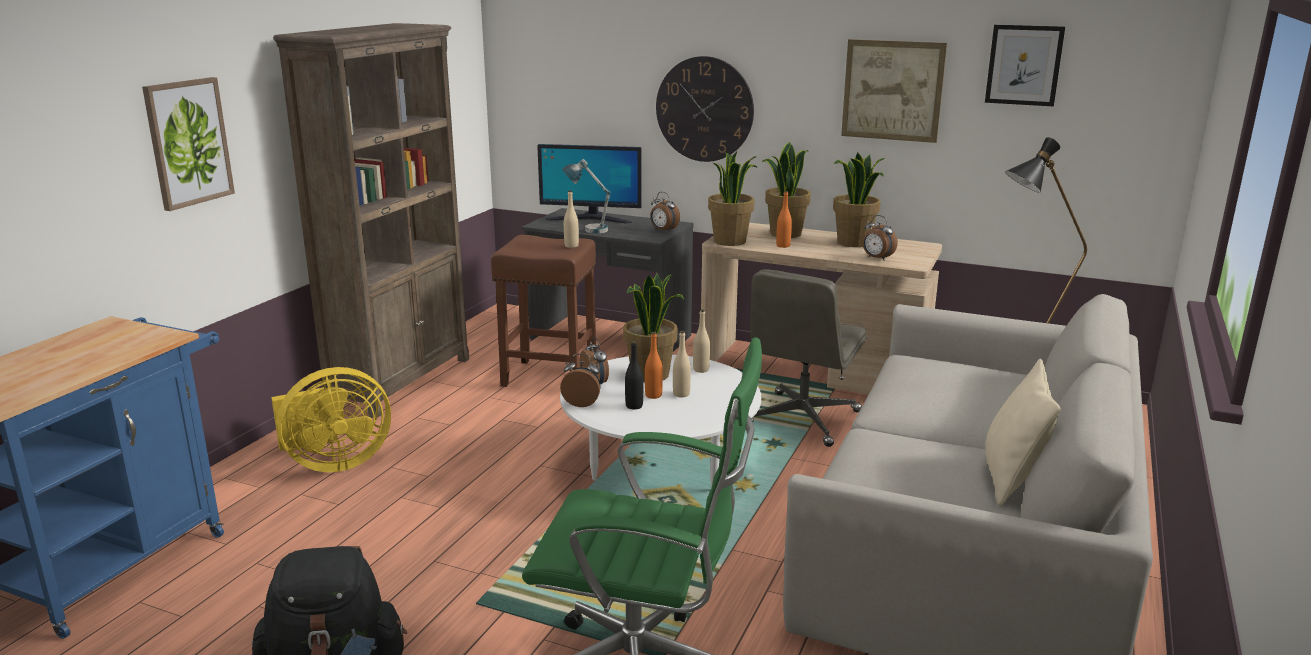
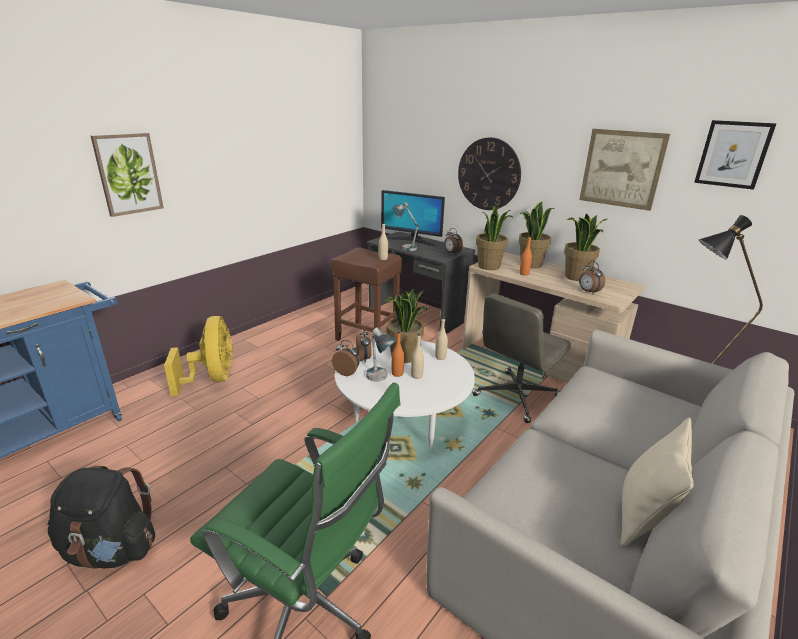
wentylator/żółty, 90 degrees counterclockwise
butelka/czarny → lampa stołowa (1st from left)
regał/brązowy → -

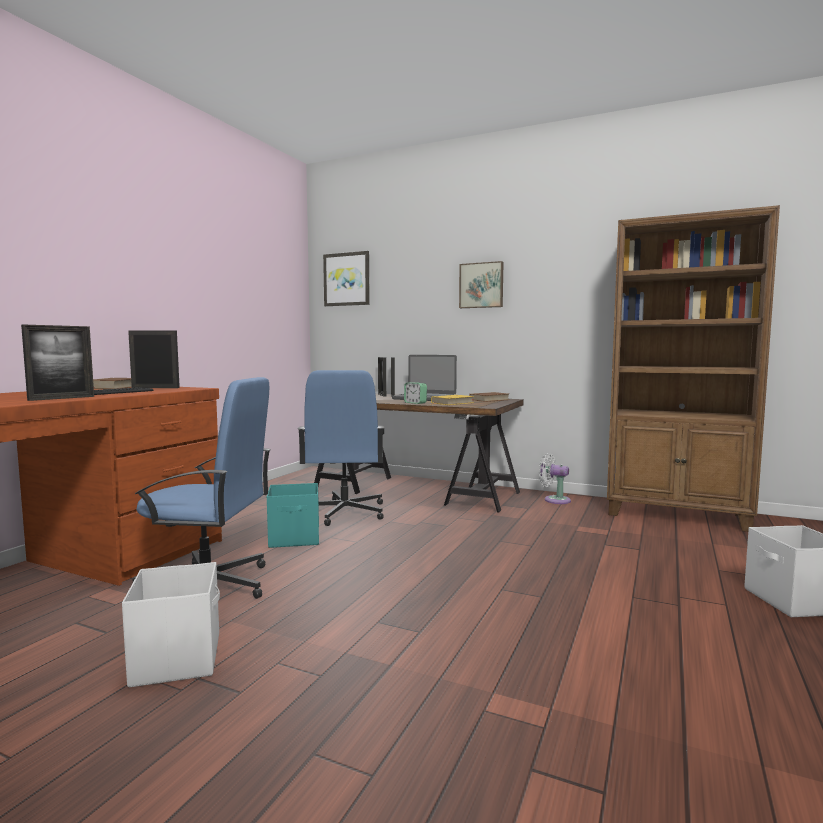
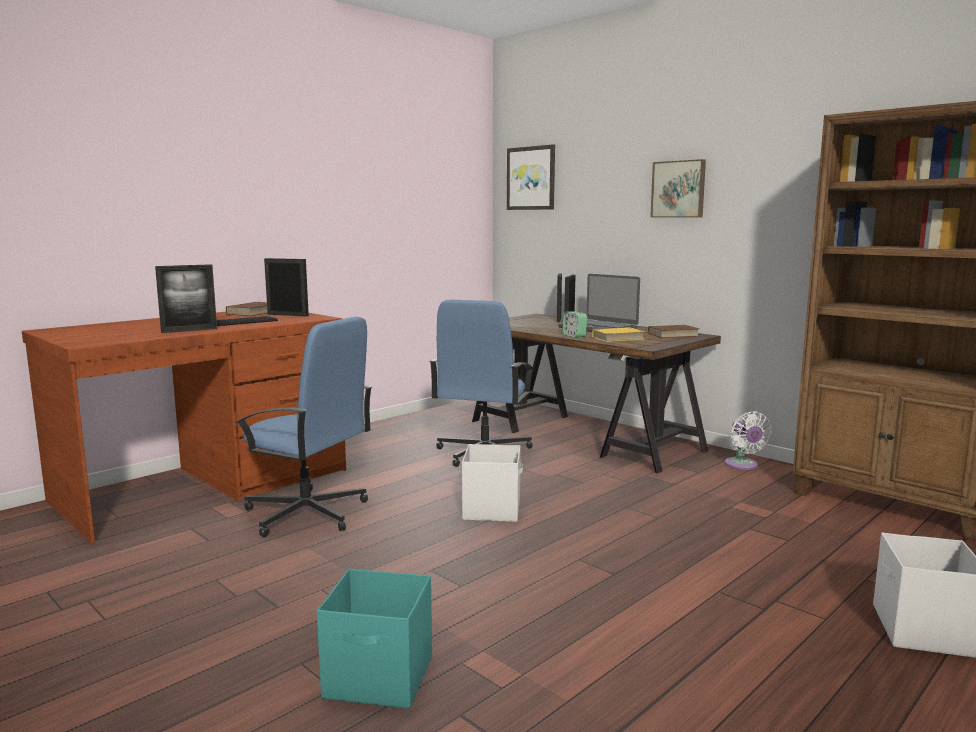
pojemnik do przechowywania/turkusowy, moved
pojemnik do przechowywania/biały (1st from left), moved
wentylator/biały, 150 degrees counterclockwise

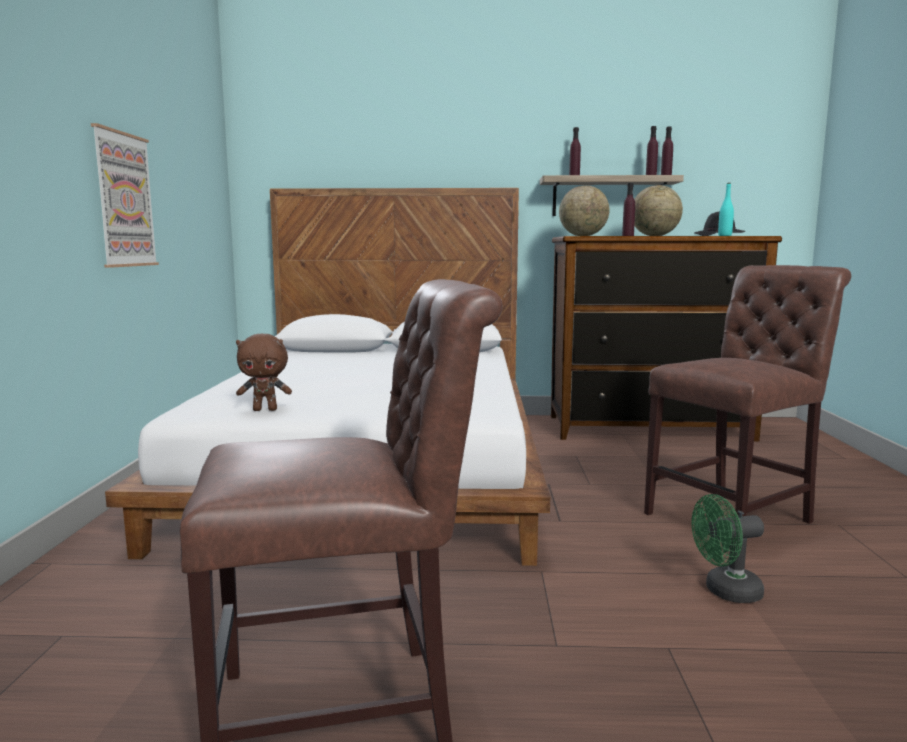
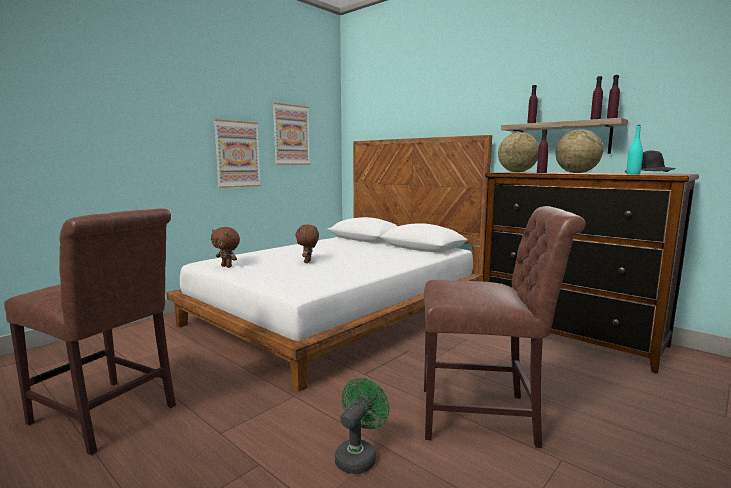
- → obraz (2nd from left)
- → pluszak/brązowy (2nd from left)
wentylator/zielony, 90 degrees clockwise

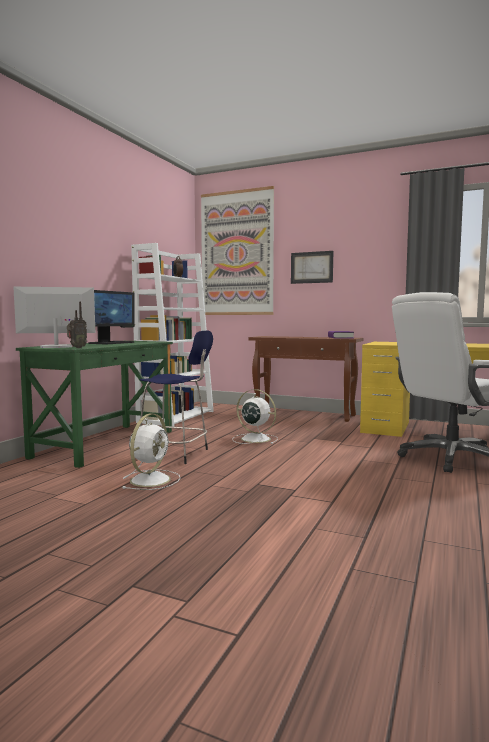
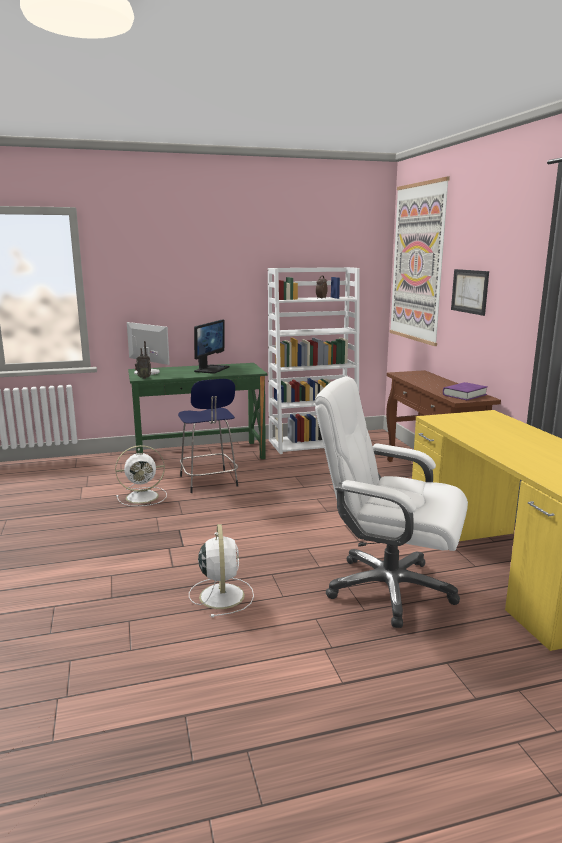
wentylator/biały (2nd from left), moved
monitor (2nd from left), 60 degrees counterclockwise

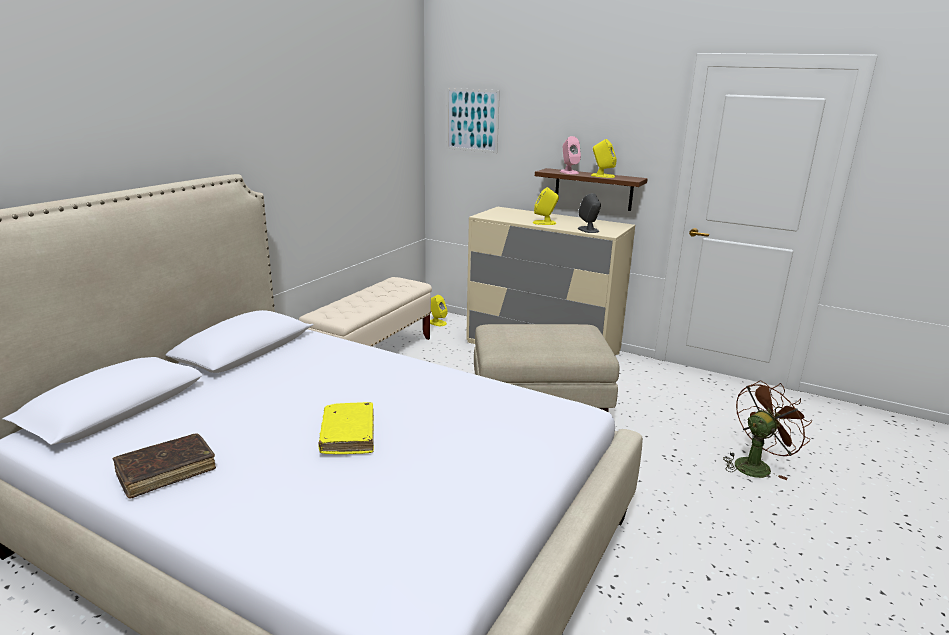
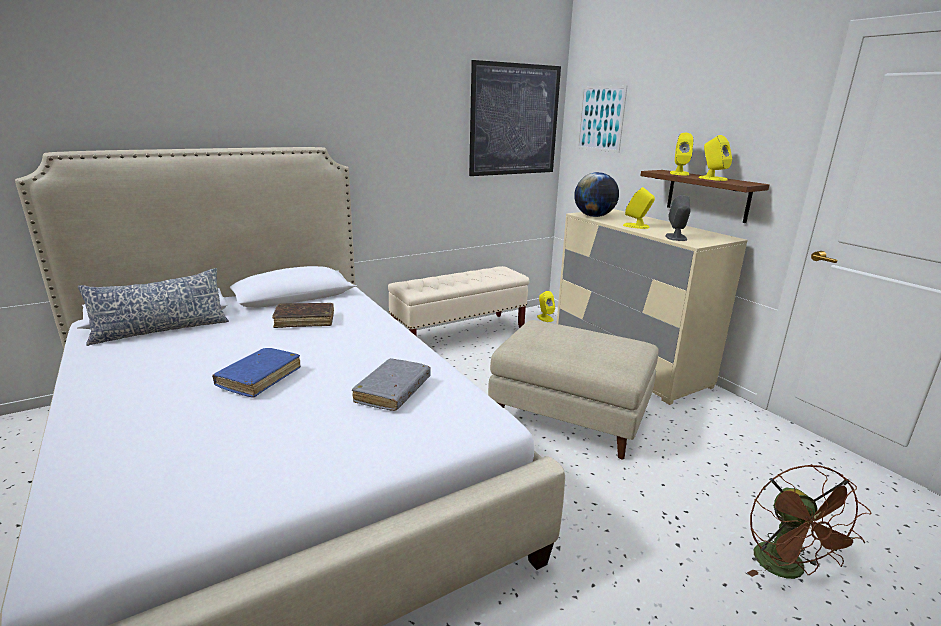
- → poduszka
książka/żółty → książka/niebieski
książka/brązowy, moved
- → książka/szary
- → obraz (1st from left)
- → globus
głośnik/różowy → głośnik/żółty (3rd from left)
wentylator/brązowy, 90 degrees clockwise

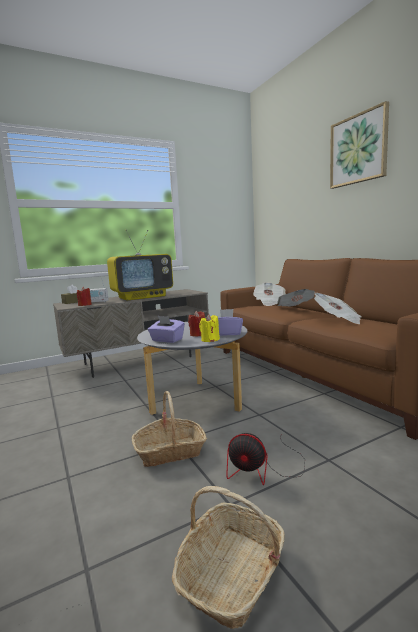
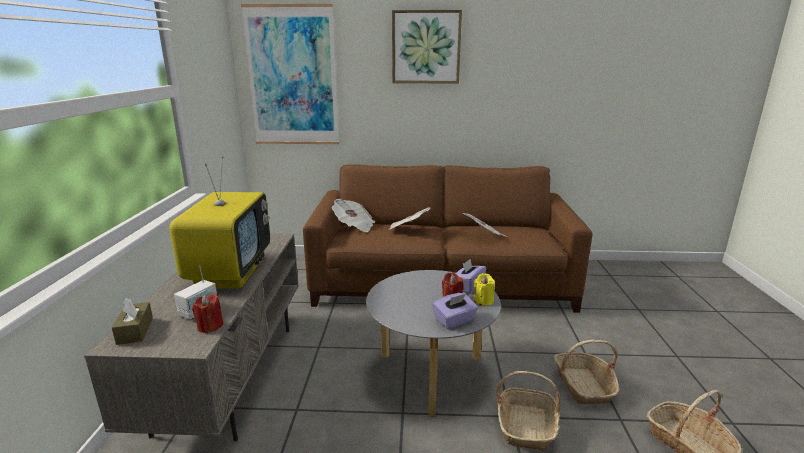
- → obraz (1st from left)
wentylator → koszyk (2nd from left)

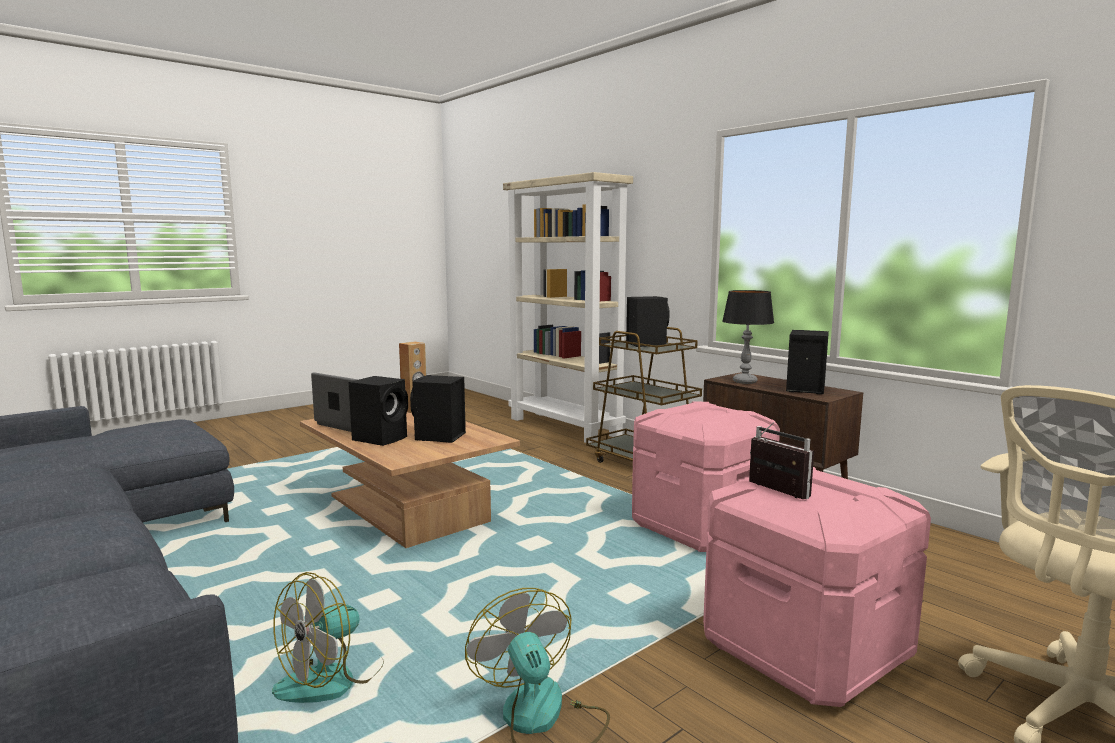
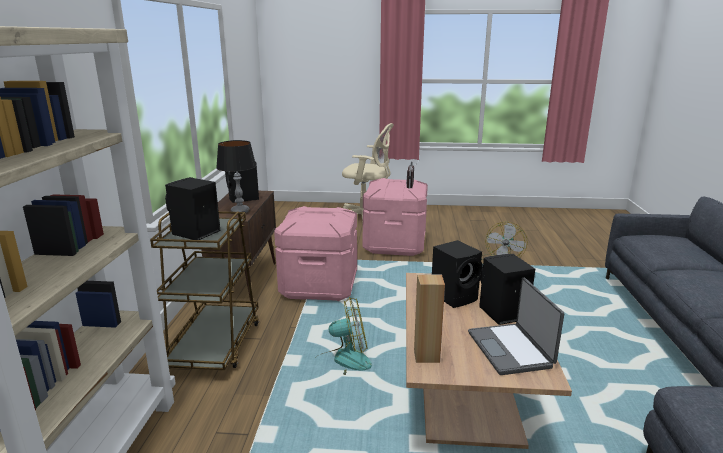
wentylator (1st from left), moved

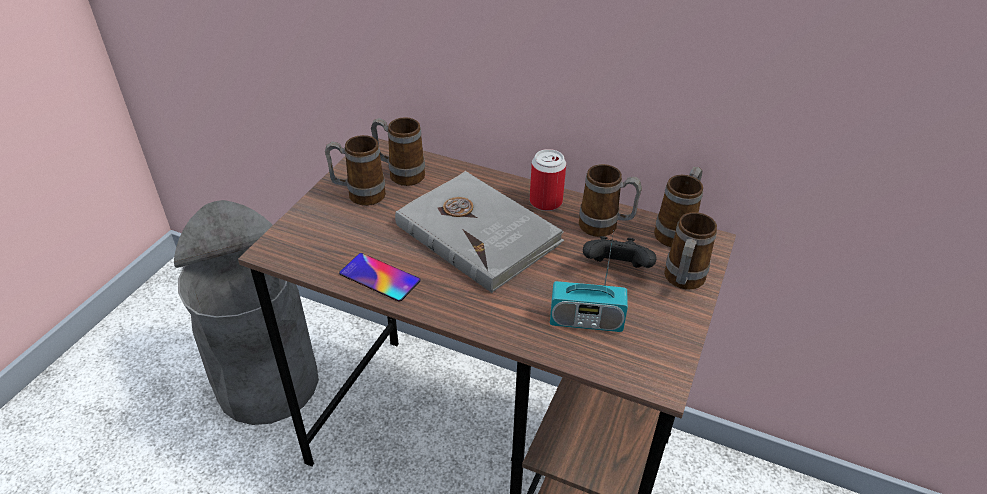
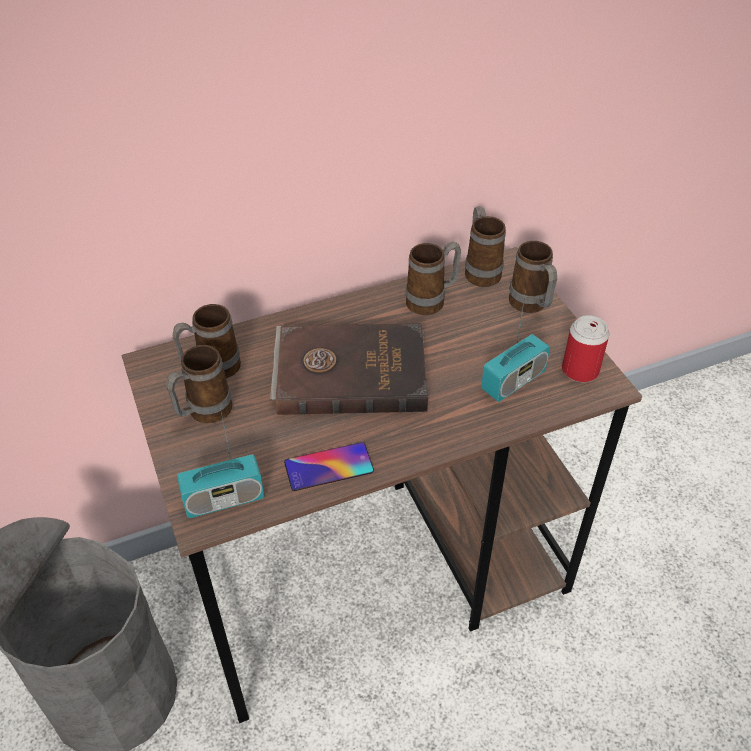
- → radio (1st from left)
książka/szary → książka/brązowy
puszka, moved
pad do gier/czarny → -

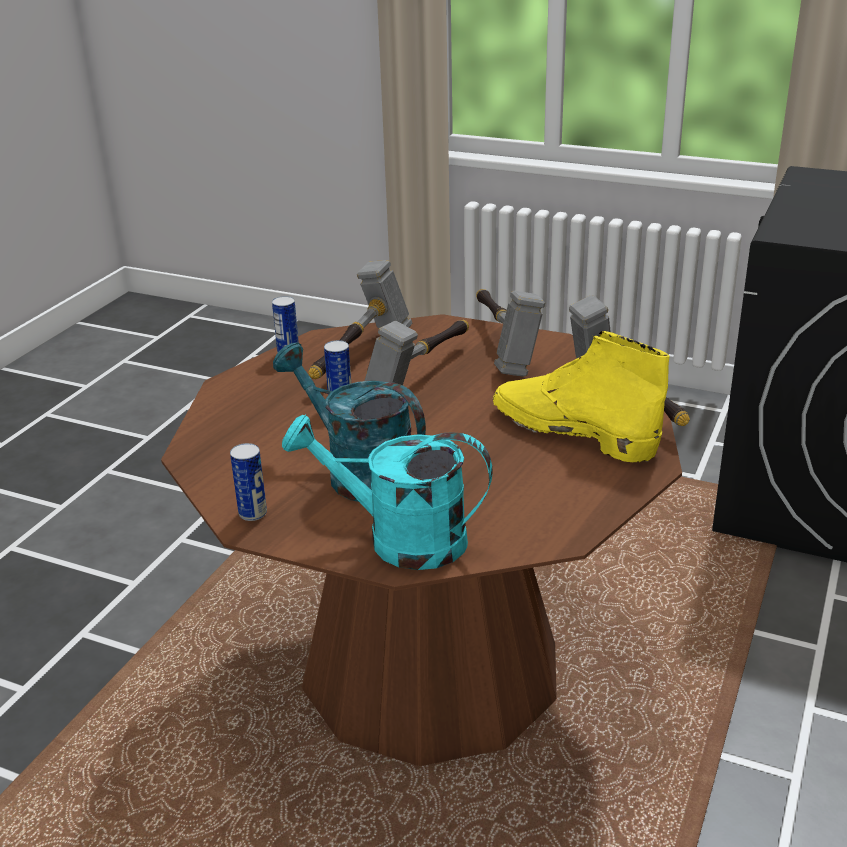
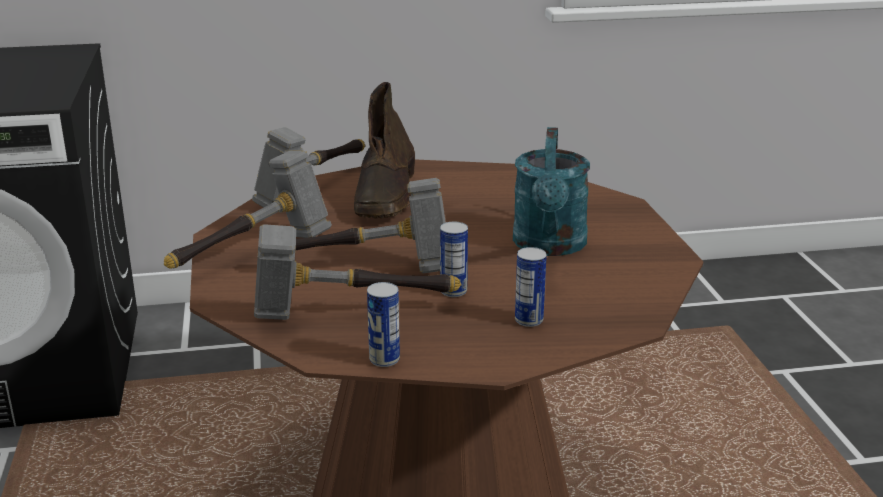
but z cholewką/żółty → but z cholewką/brązowy
puszka (1st from left in the first image) → puszka (3rd from left), moved
konewka/turkusowy (2nd from left) → -

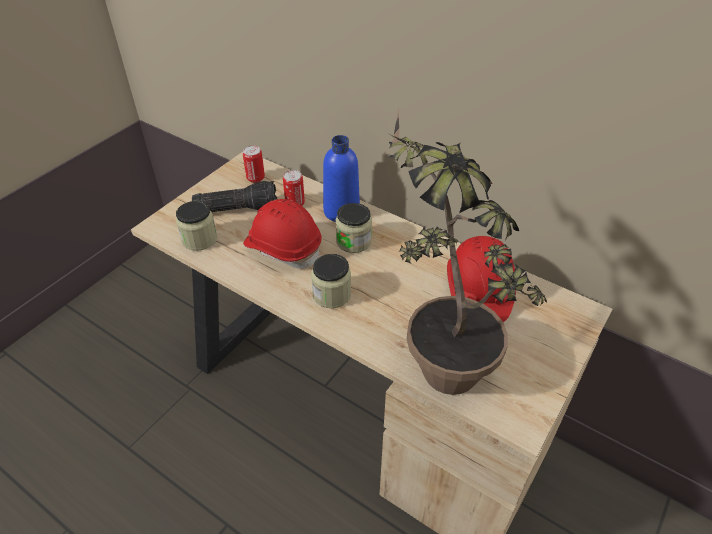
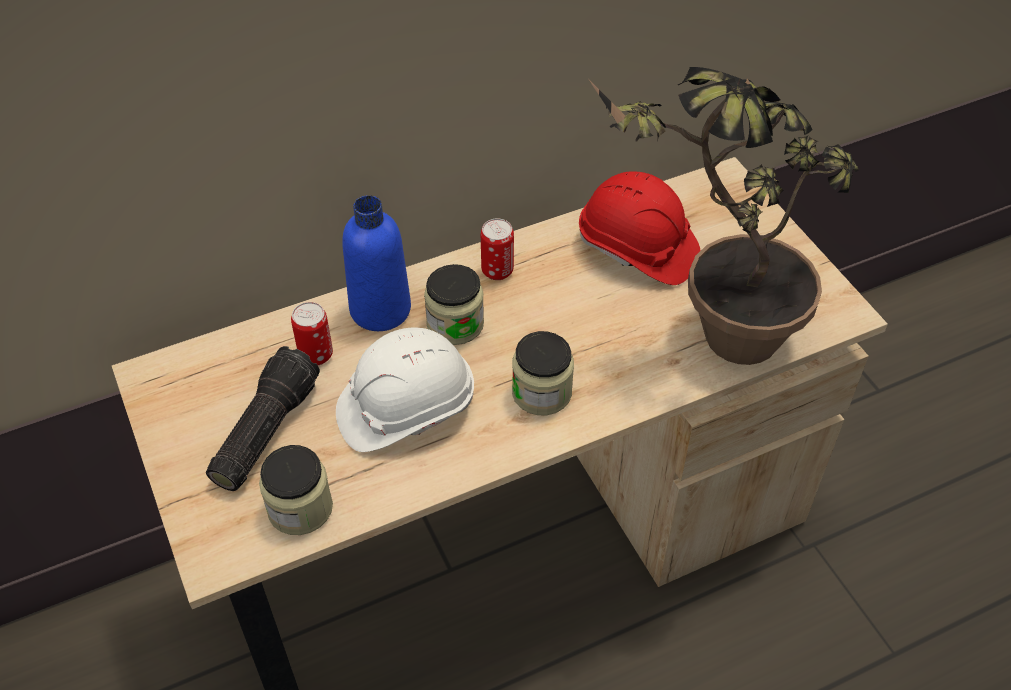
kask/czerwony (1st from left) → kask/biały
puszka (1st from left in the first image) → puszka (2nd from left), moved

